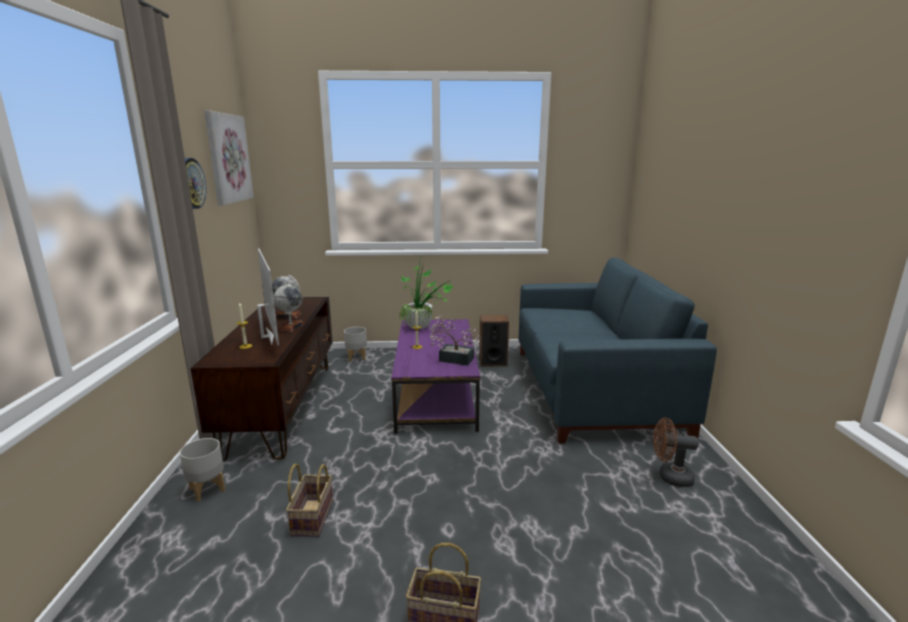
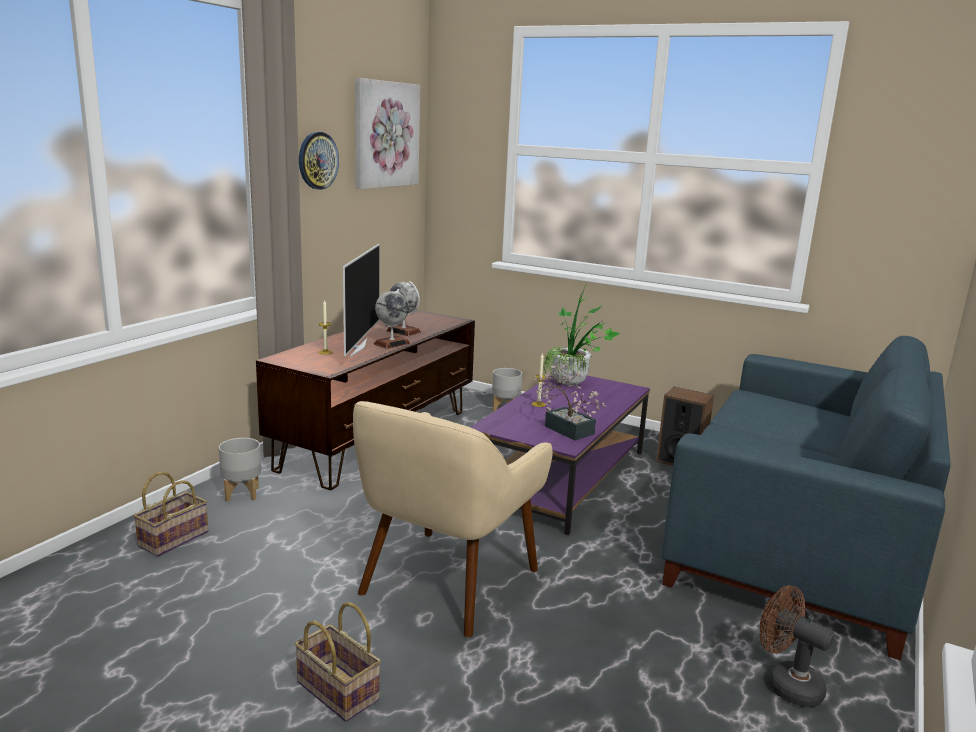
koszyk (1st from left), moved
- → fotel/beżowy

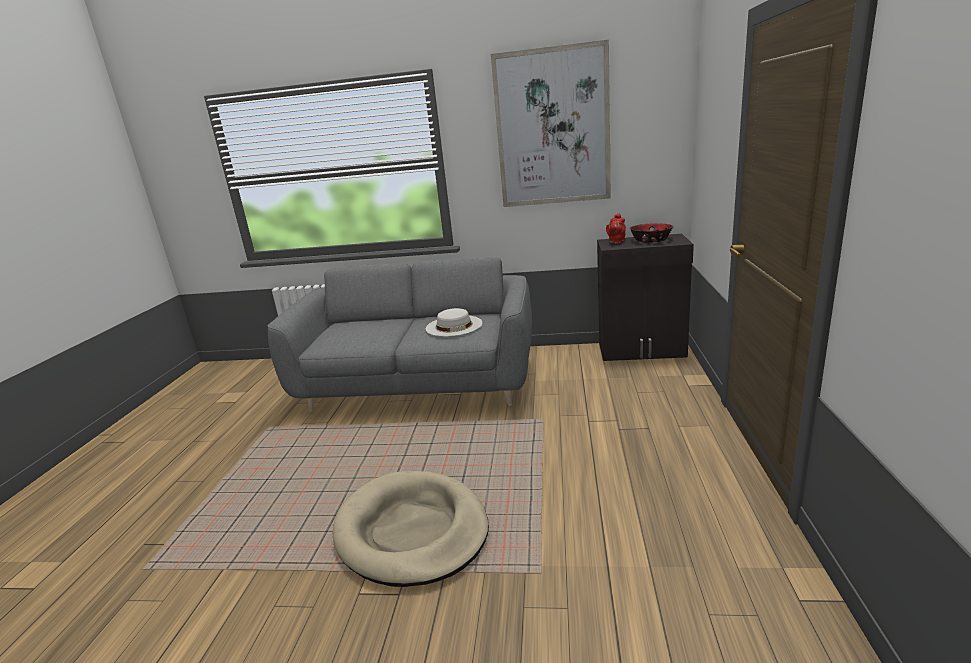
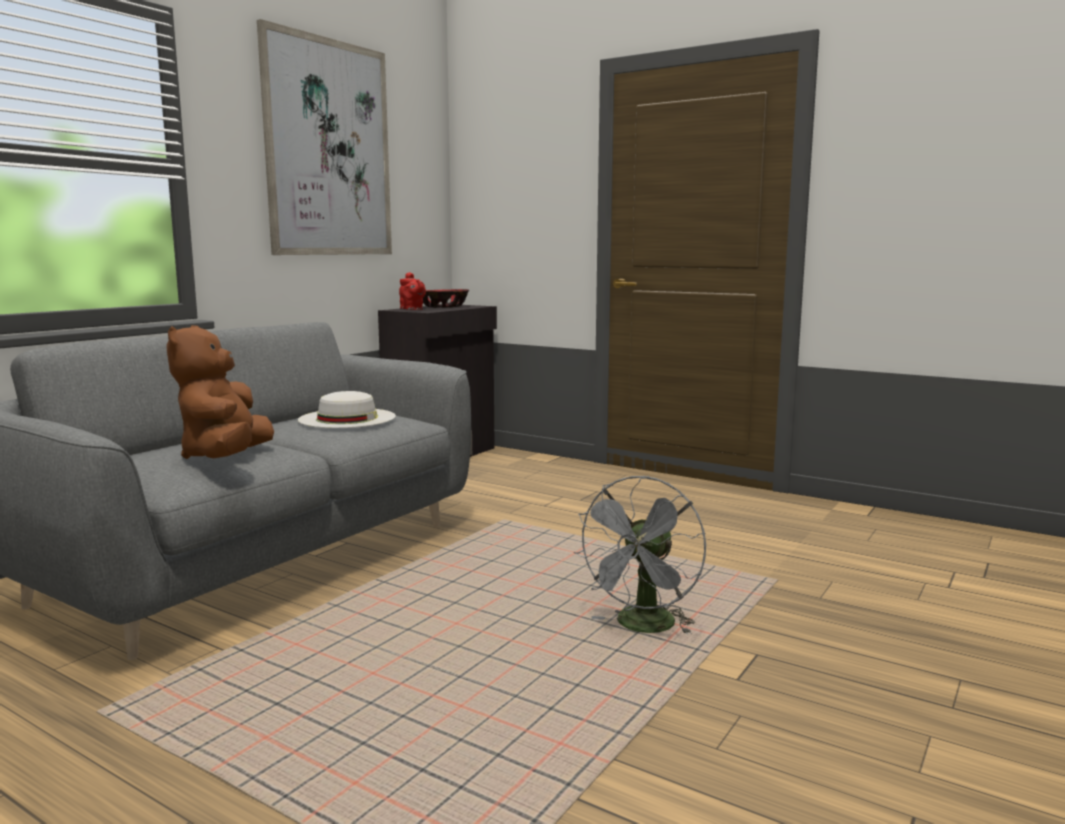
- → pluszak/brązowy
legowisko/beżowy → wentylator/szary

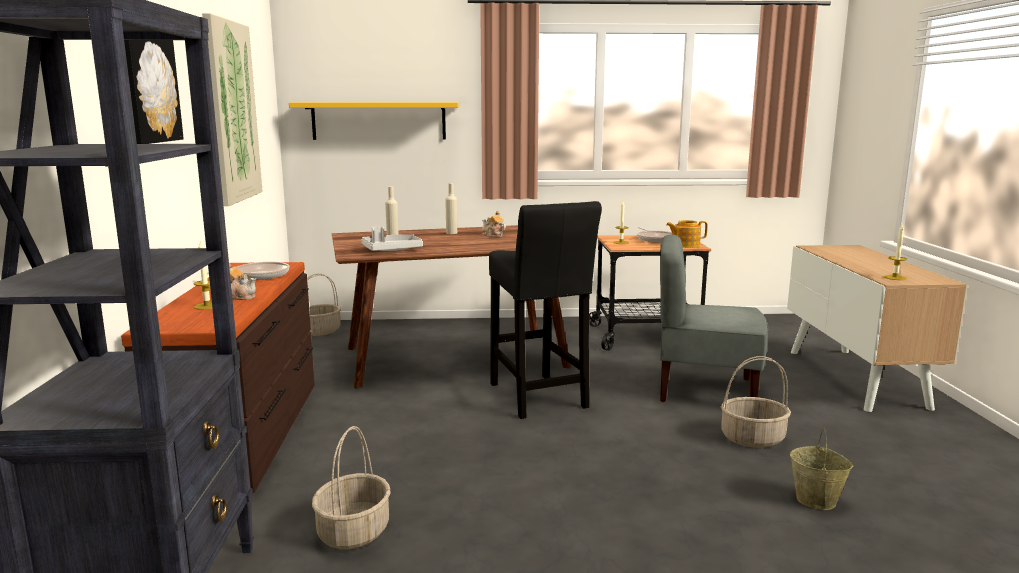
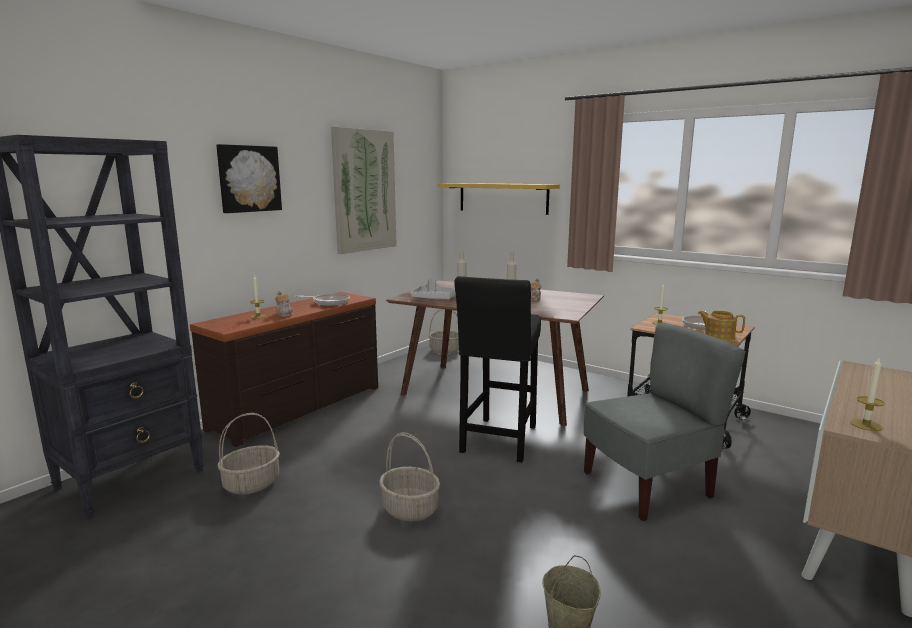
koszyk (3rd from left in the first image) → koszyk (2nd from left), moved
krzesło/szary, 105 degrees clockwise

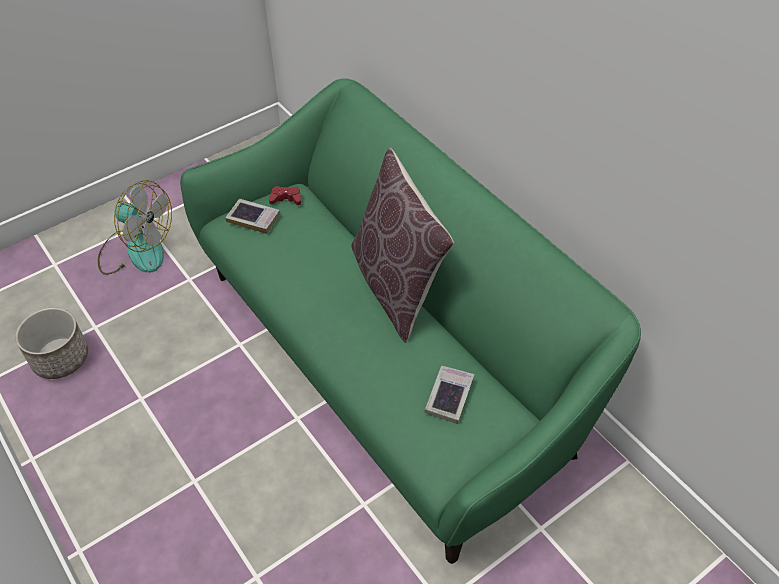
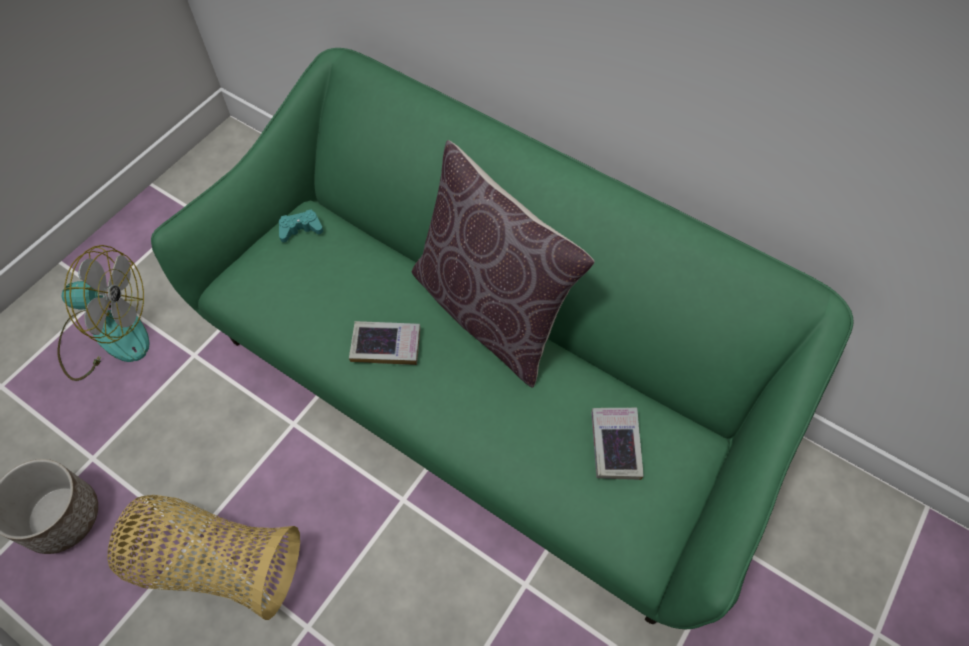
- → koszyk
pad do gier/czerwony → pad do gier/turkusowy
książka (1st from left), moved

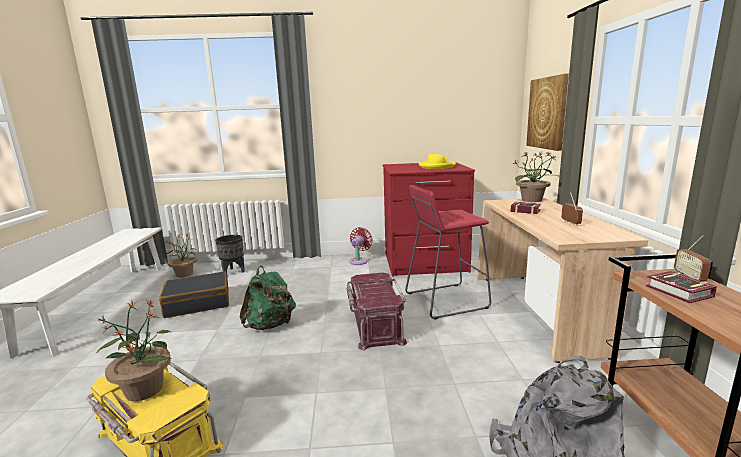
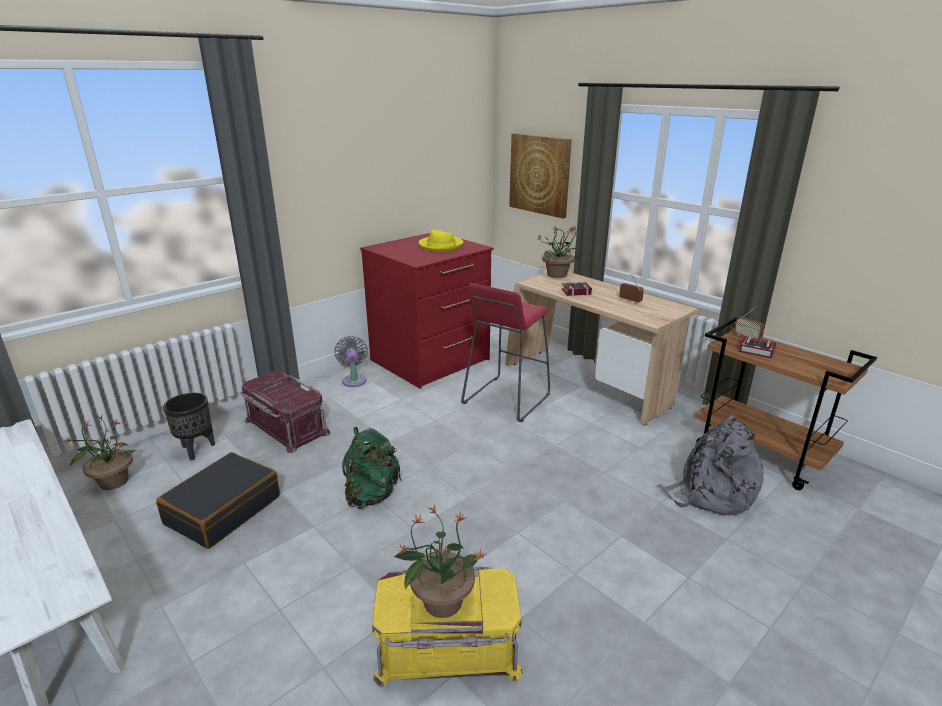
pojemnik do przechowywania/czerwony, moved
wentylator/czerwony → wentylator/szary

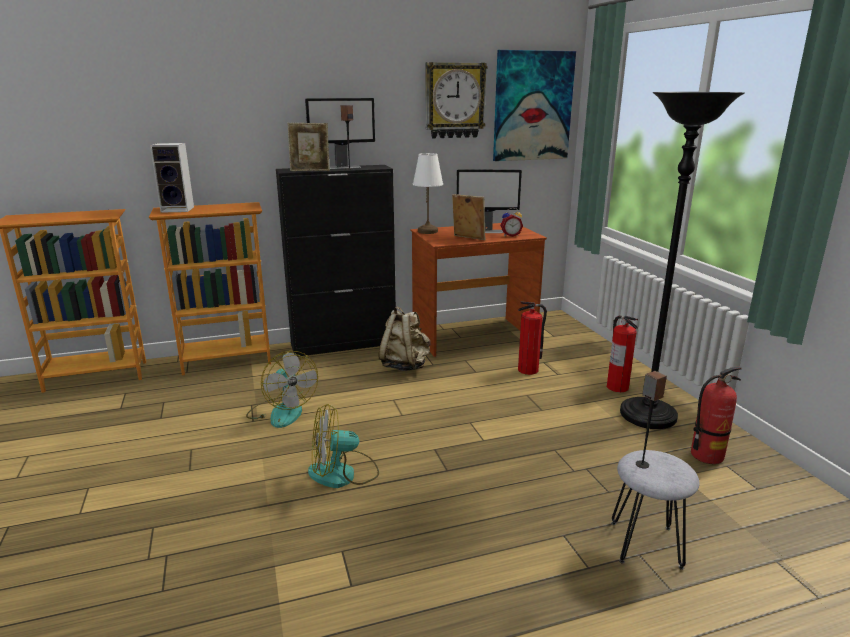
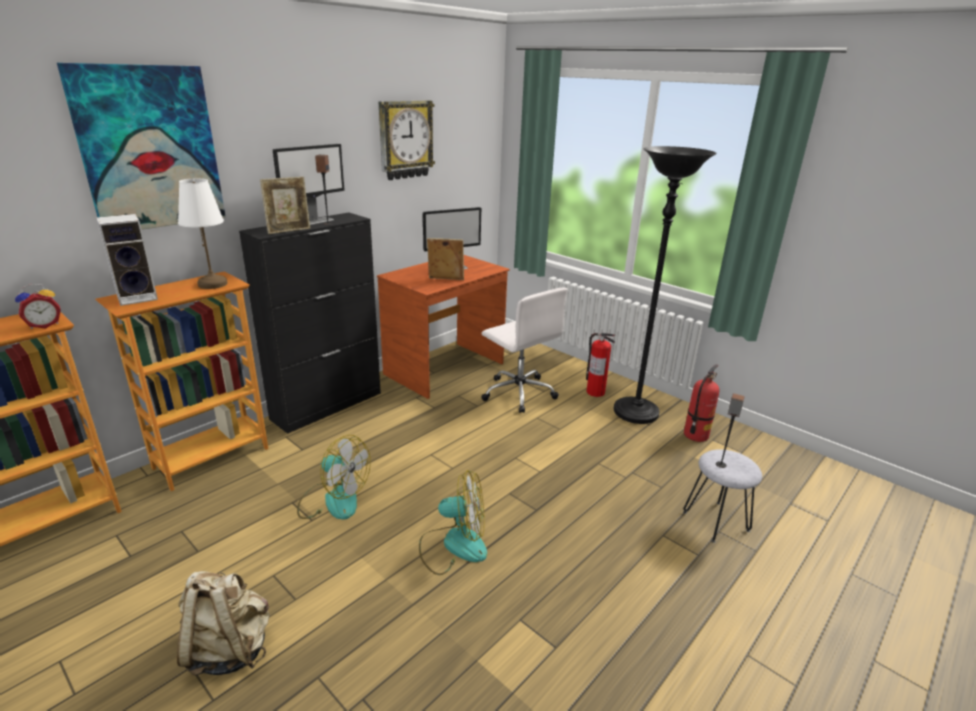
budzik, moved
obraz, moved
plecak/beżowy, moved
lampa stołowa/biały, moved
wentylator (2nd from left), 135 degrees counterclockwise
gaśnica (1st from left) → krzesło biurowe/biały

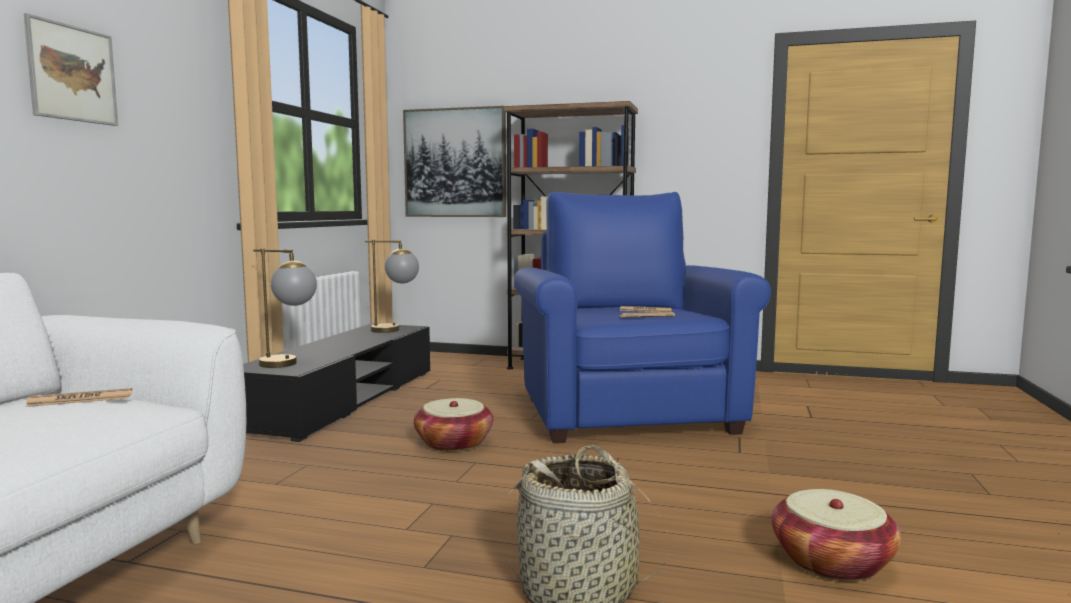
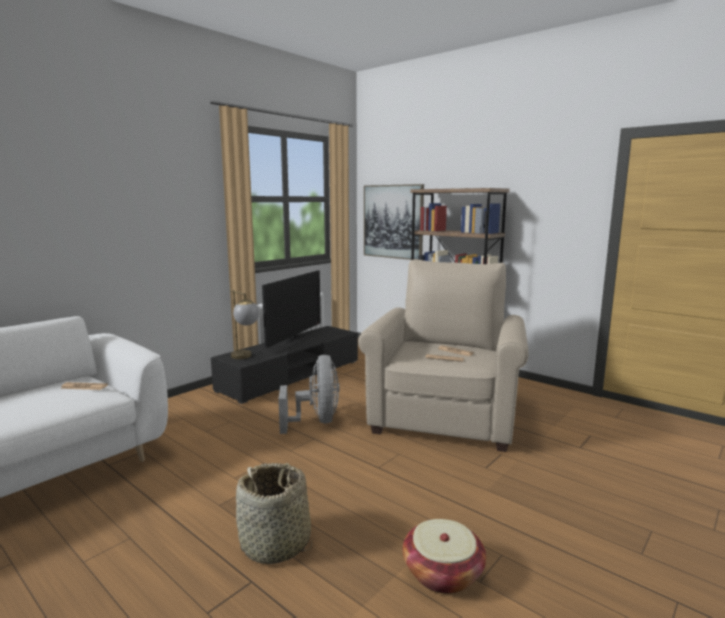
- → telewizor
koszyk (1st from left) → wentylator/szary
fotel/niebieski → fotel/beżowy
obraz (1st from left) → -
lampa stołowa (2nd from left) → -

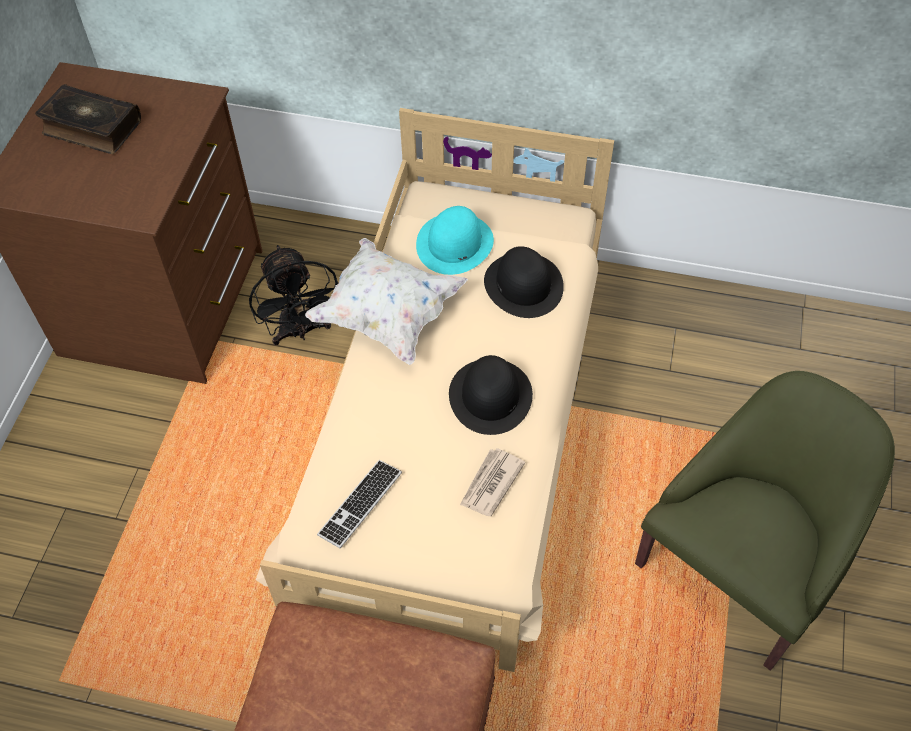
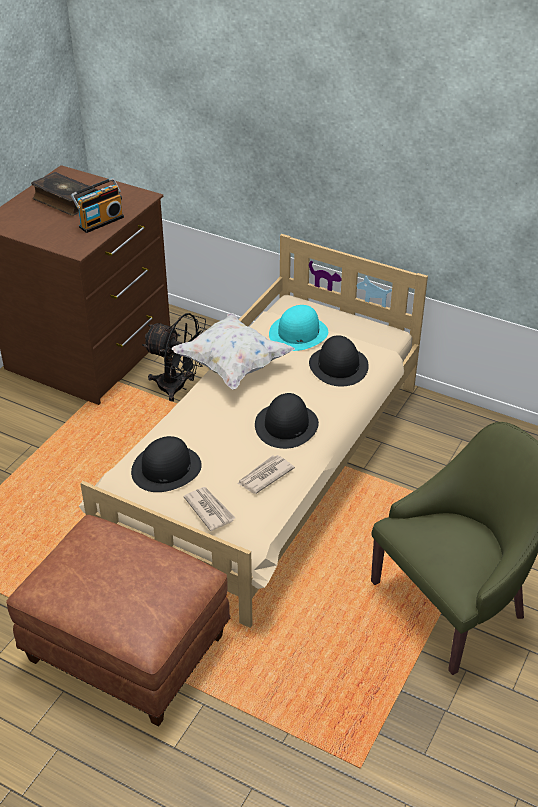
- → radio
klawiatura → kapelusz/czarny (1st from left)
wentylator/czarny, 60 degrees counterclockwise
- → gazeta (1st from left)

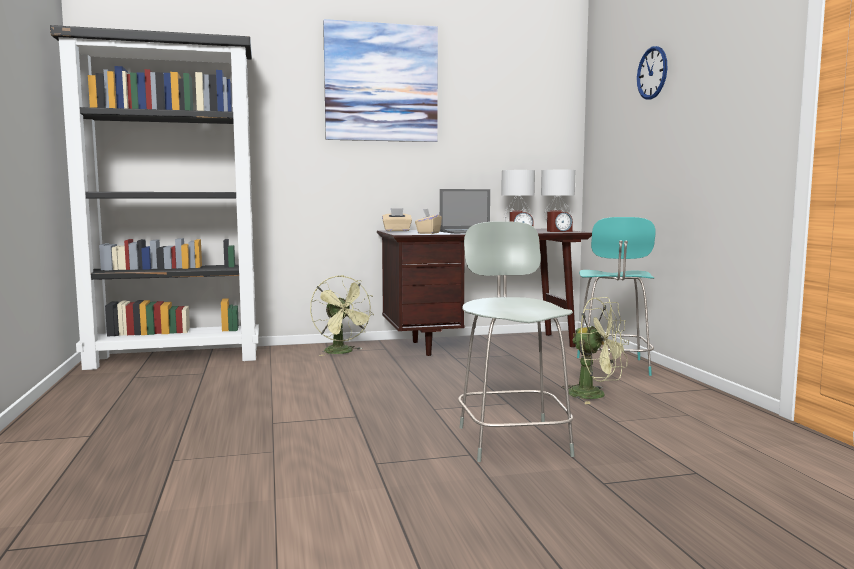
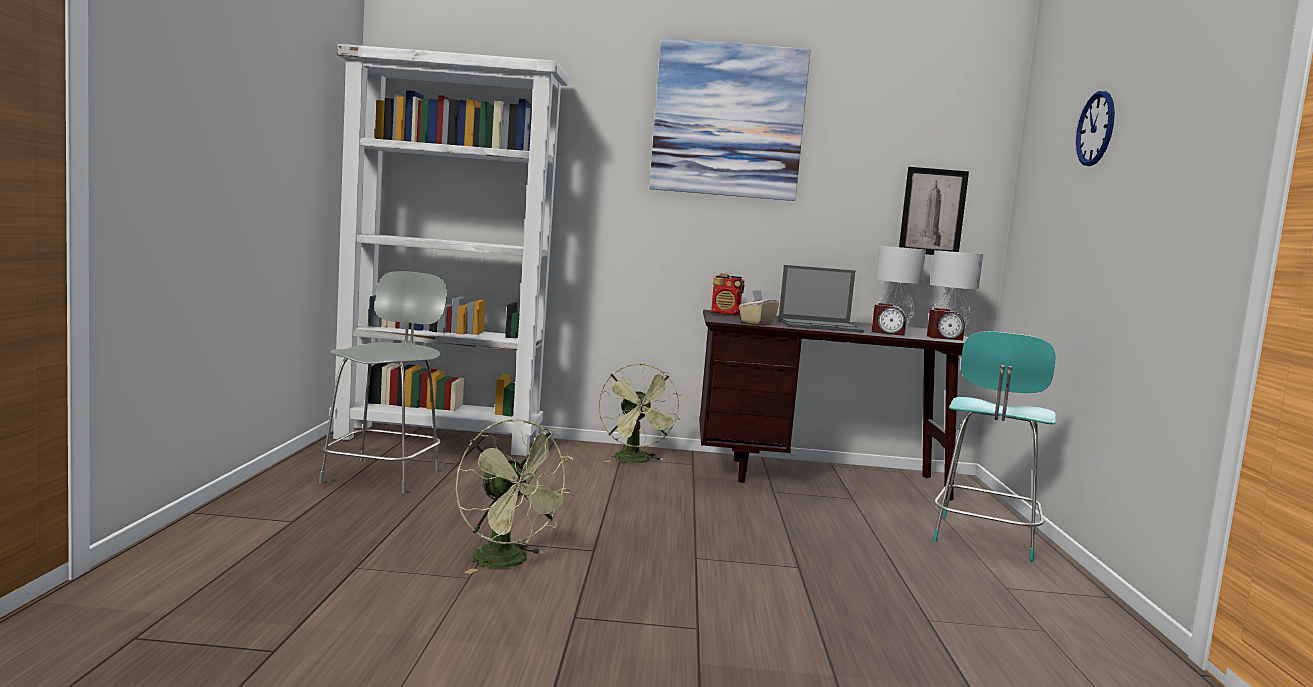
krzesło/szary, moved
regał/czarny → regał/biały
wentylator/zielony (2nd from left in the first image) → wentylator/zielony (1st from left), moved
pudełko chusteczek/beżowy (1st from left) → radio
- → obraz (2nd from left)

